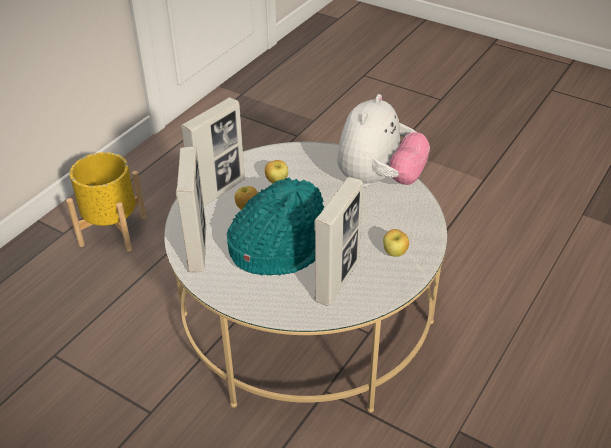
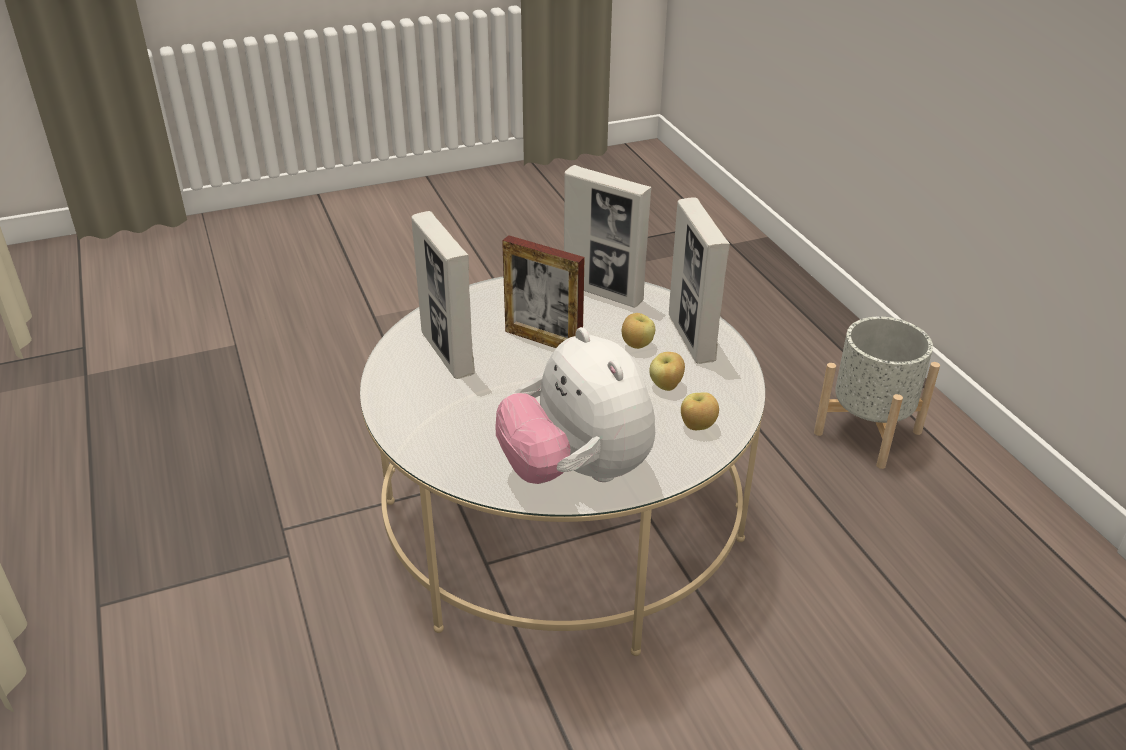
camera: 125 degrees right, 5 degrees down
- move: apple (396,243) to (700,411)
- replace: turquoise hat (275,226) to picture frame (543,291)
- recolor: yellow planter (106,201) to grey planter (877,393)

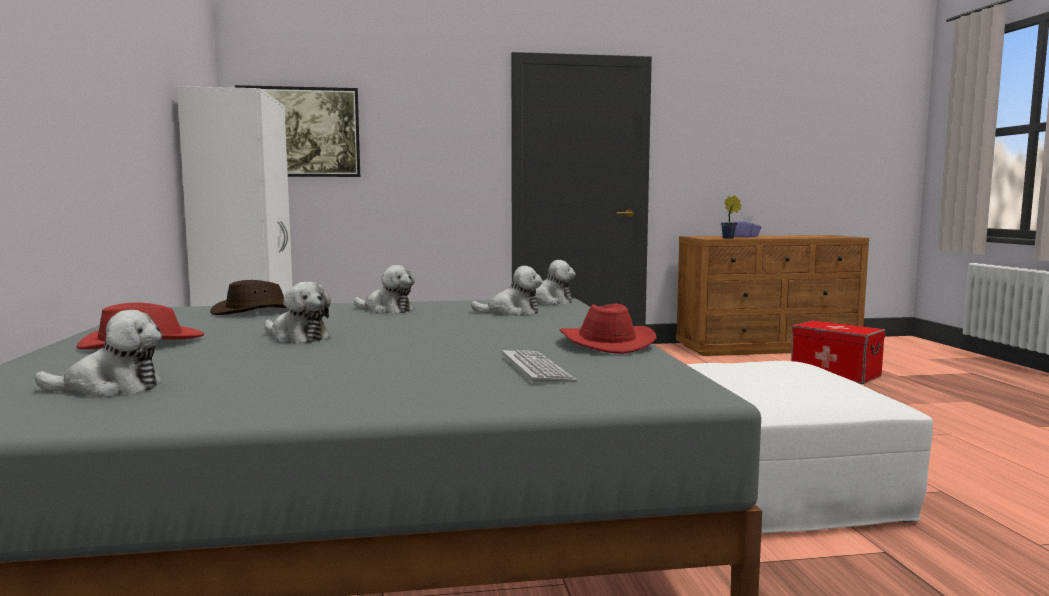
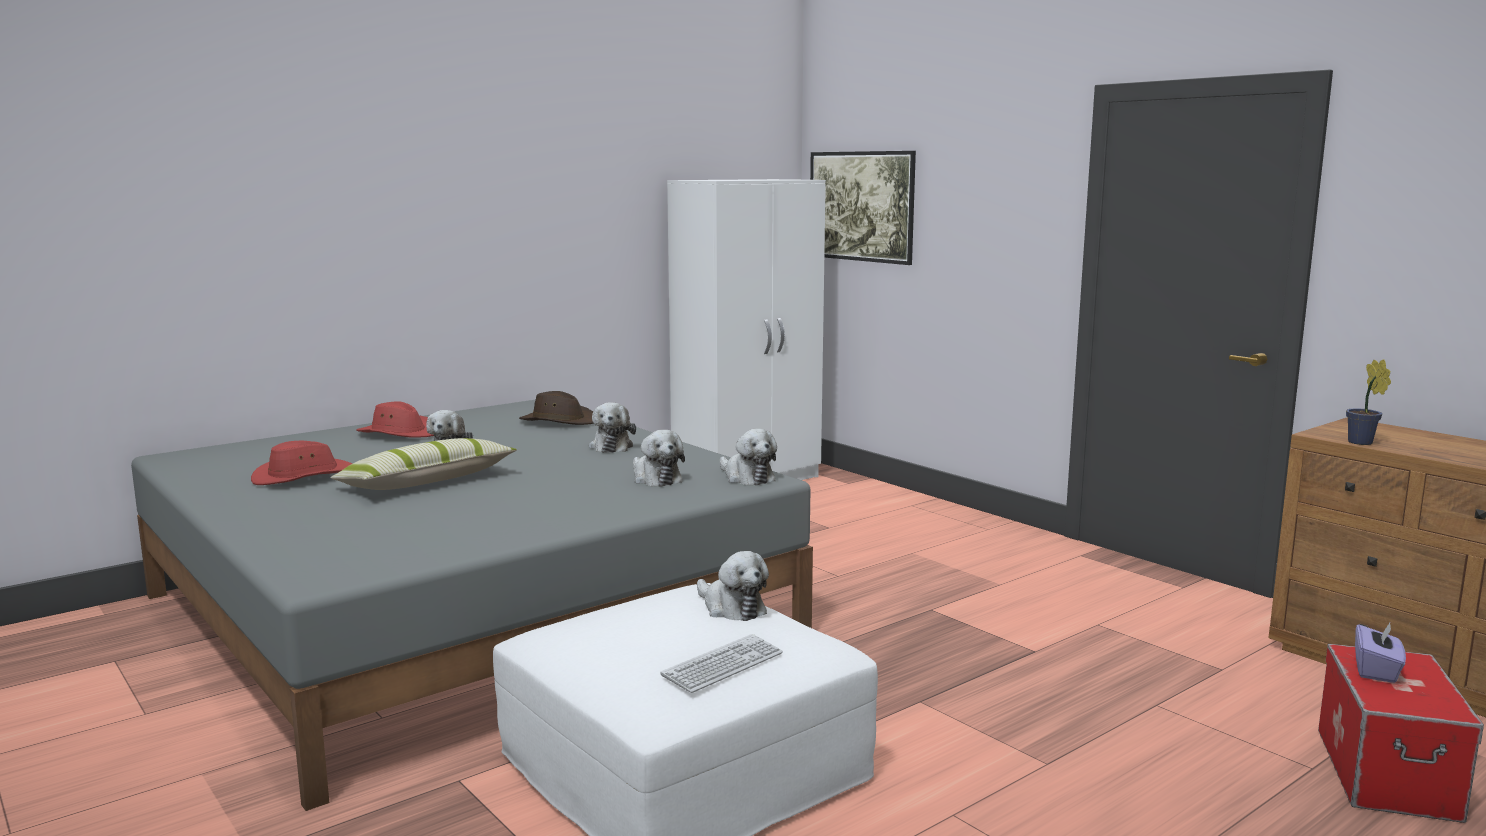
camera: 60 degrees right, 5 degrees up
- insert: pillow (423,464)
- move: plush toy (98,354) to (733,586)
- move: keyboard (539,366) to (721,663)
- move: red hat (608,329) to (301,463)
- move: purple tissue box (748,226) to (1380,652)

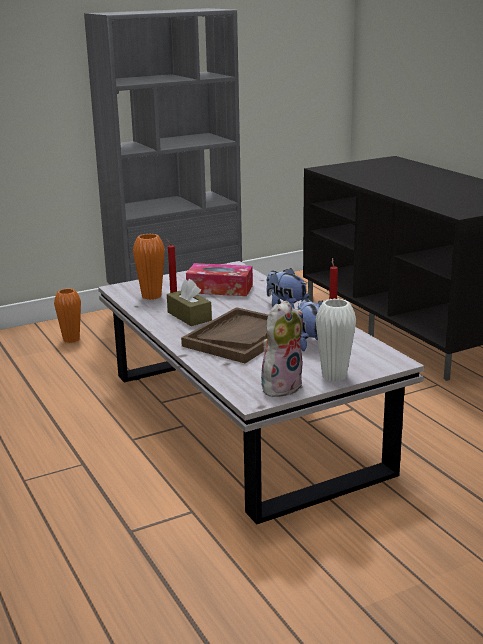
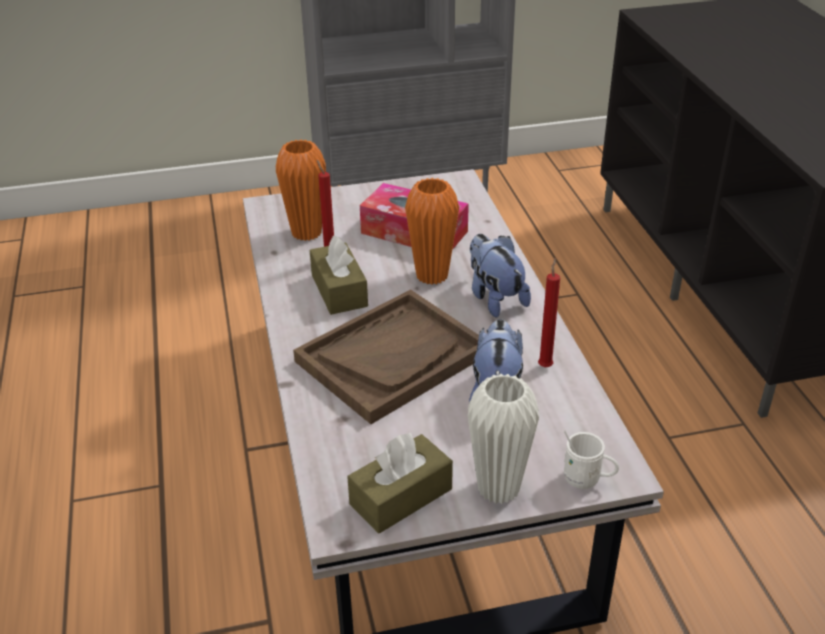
camera: 15 degrees right, 15 degrees up
- insert: white mug (591,460)
- move: orange vase (67,315) to (432,231)
- replace: plush toy (282,348) to brown tissue box (400,483)

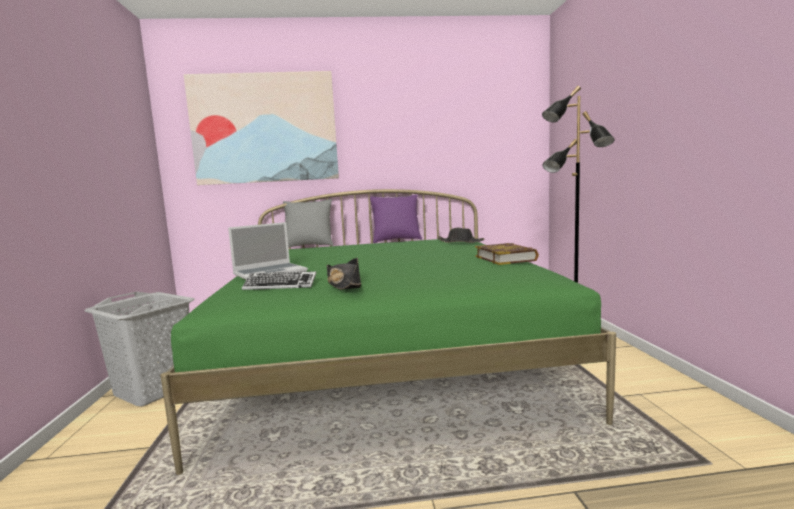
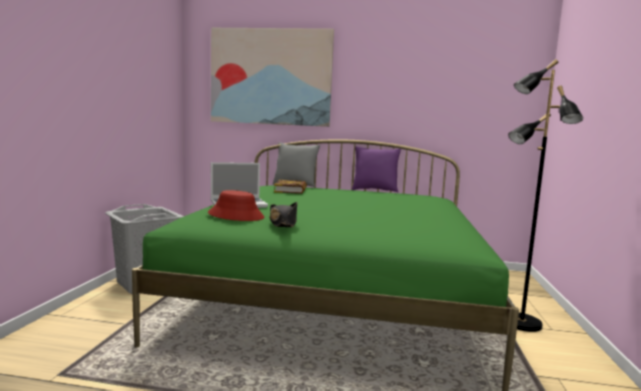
camera: 15 degrees right, 0 degrees up
- delete: black hat (460,235)
- move: book (507,254) to (290,187)
- replace: keyboard (279,280) to red hat (236,205)

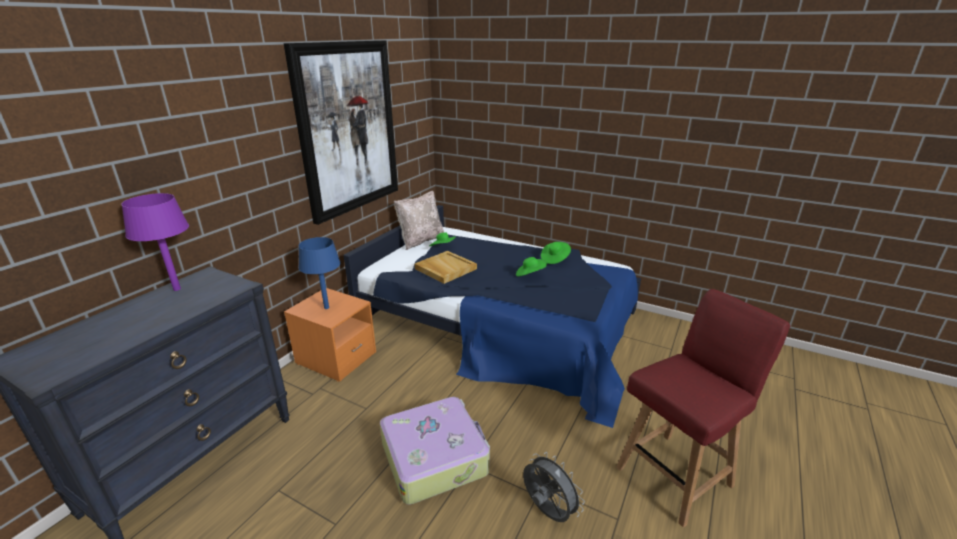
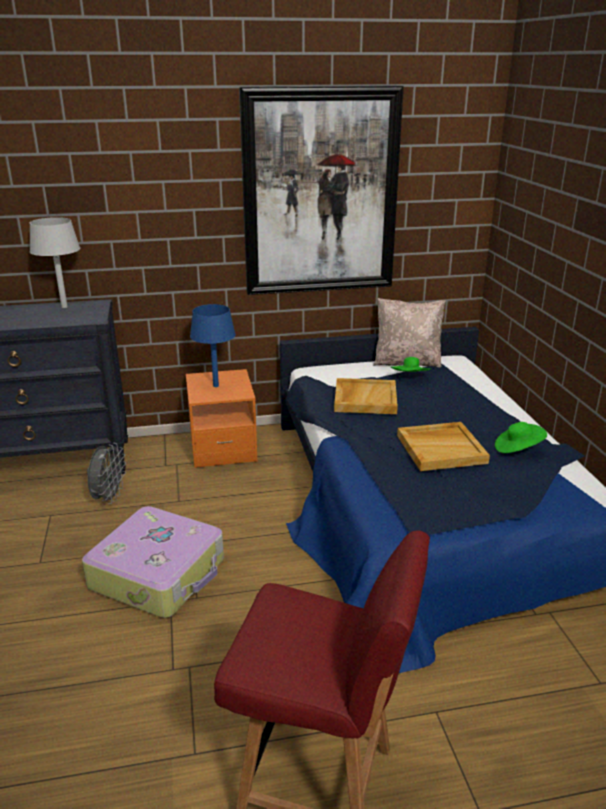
camera: 50 degrees right, 0 degrees up
- move: grey fan (554,487) to (106,473)
- replace: green hat (531,267) to beige tray (443,446)
- recolor: purple table lamp (155,242) to grey table lamp (54,262)

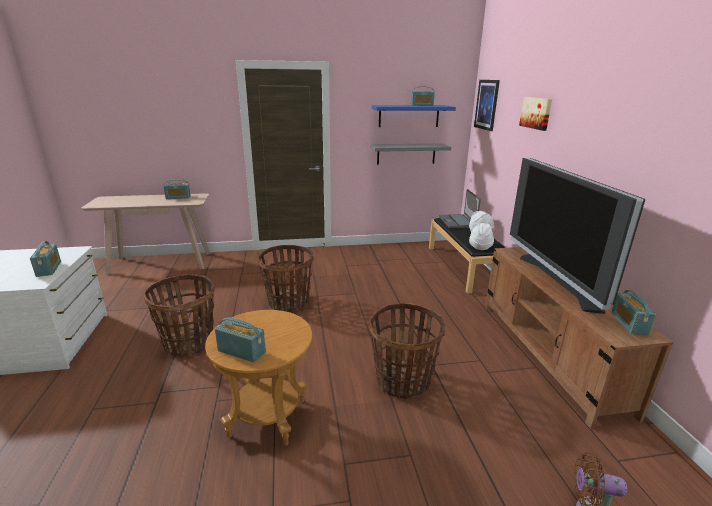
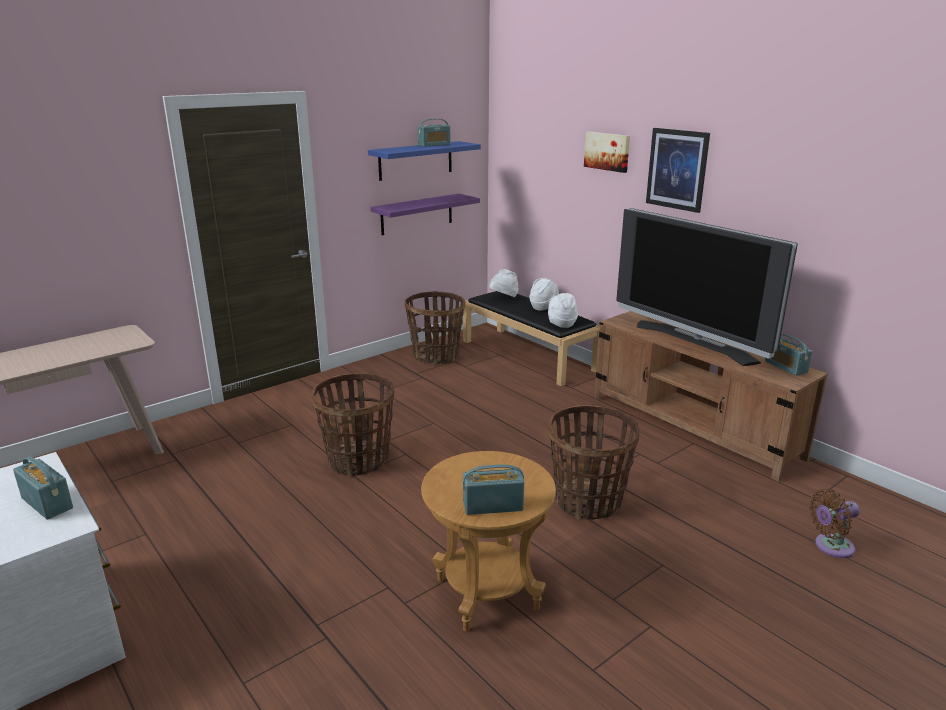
camera: 30 degrees left, 0 degrees up
- delete: radio (177,189)
- move: basket (179,315) to (434,328)
- move: picture (487,105) to (678,170)
- replace: laptop (460,208) to white hat (504,283)
- recolor: grey shelf (410,154) to purple shelf (425,214)

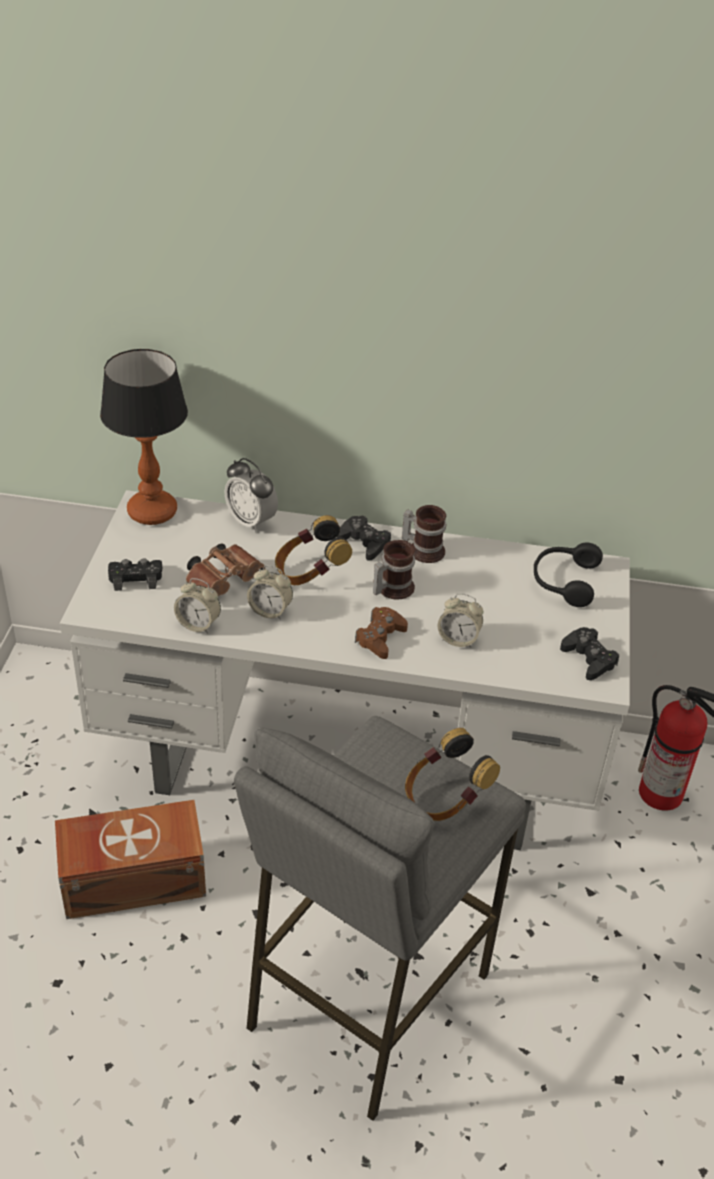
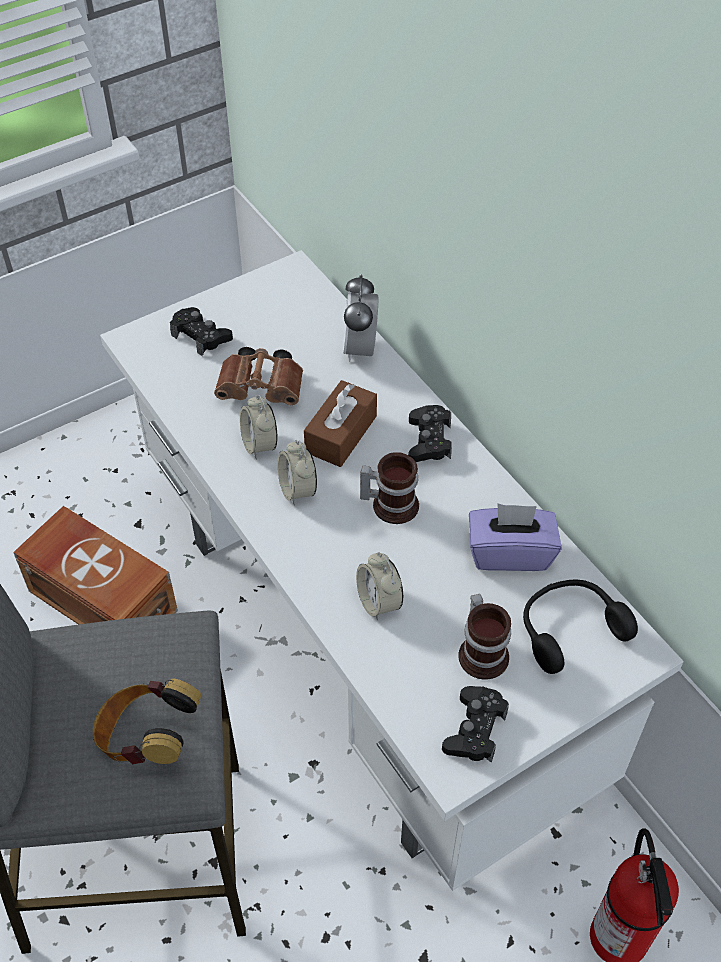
camera: 50 degrees right, 10 degrees up
- delete: table lamp (144,437)
- delete: brown game controller (381,633)
- insert: purple tissue box (515,537)
- move: alarm clock (197,605) to (297,472)
- move: mug (424,534) to (484,637)
- replace: headphones (313,550) to brown tissue box (340,423)

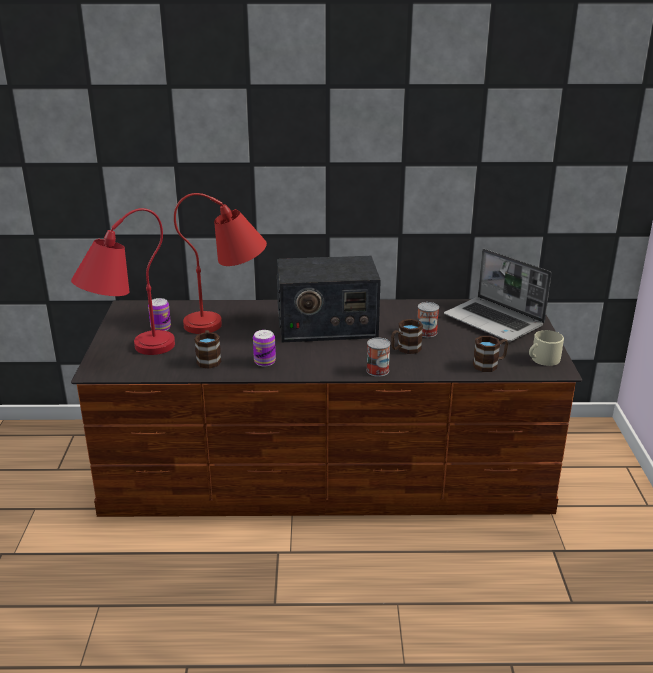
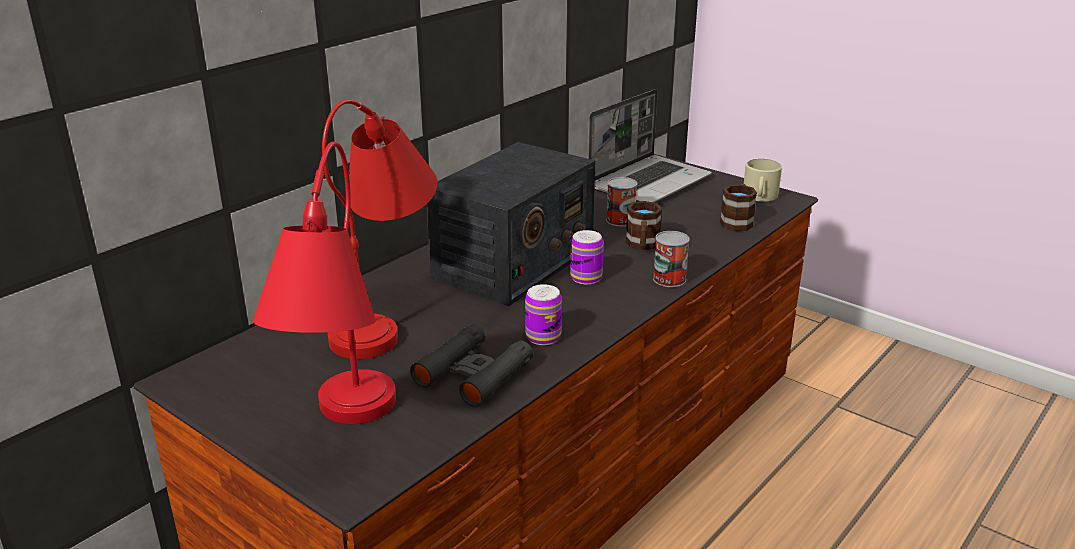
camera: 50 degrees left, 0 degrees up
- move: can (159,314) to (587,257)
- replace: brown mug (208,349) to black binoculars (471,365)
- rotate: laptop (497,295) = (650,146) 45 degrees counterclockwise

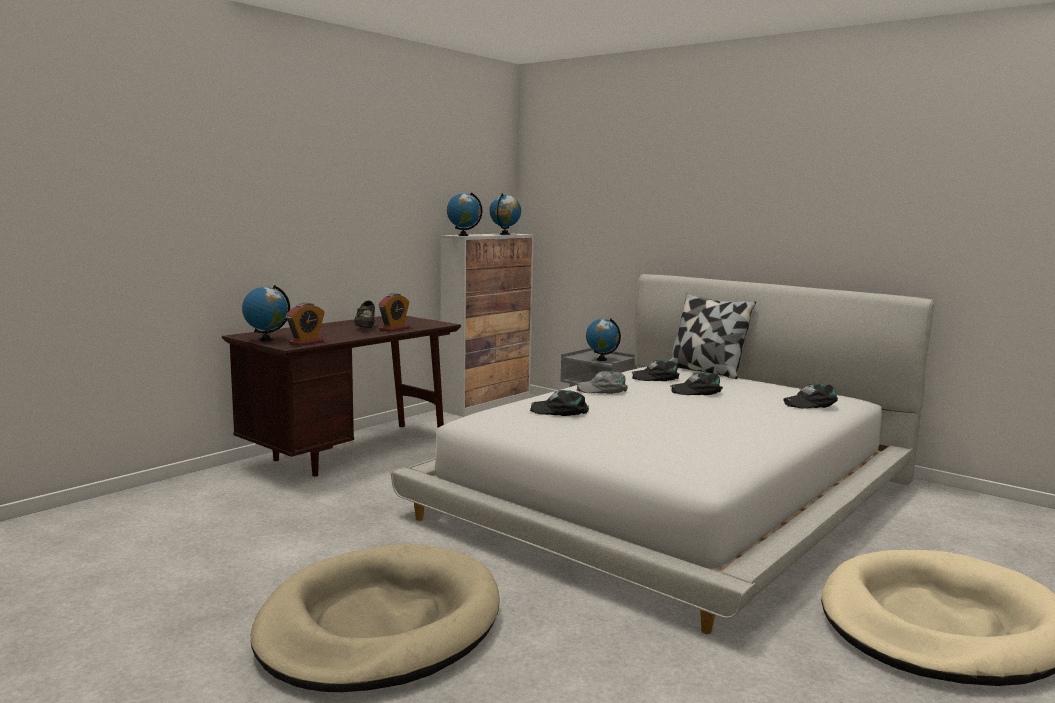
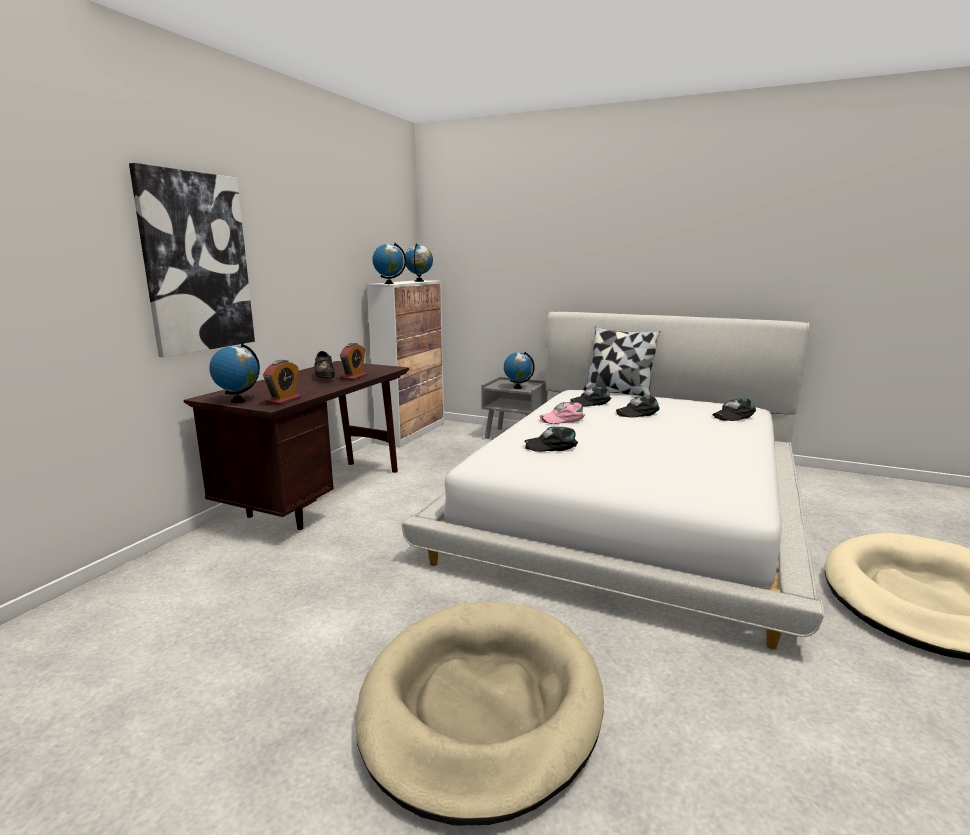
camera: 15 degrees left, 5 degrees up
- insert: picture (192,260)
- recolor: grey cap (602,382) to pink cap (562,413)

